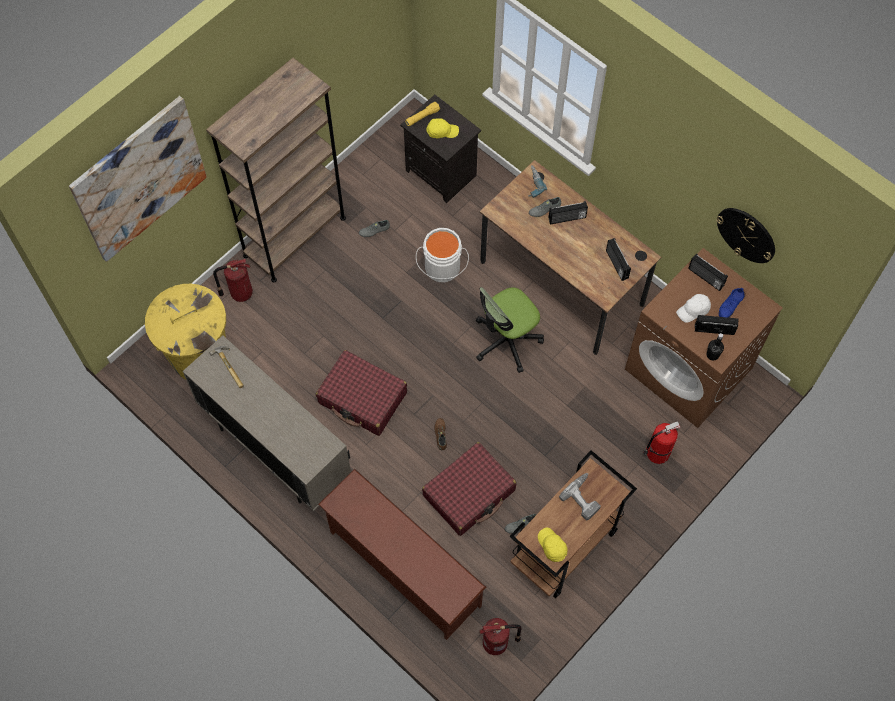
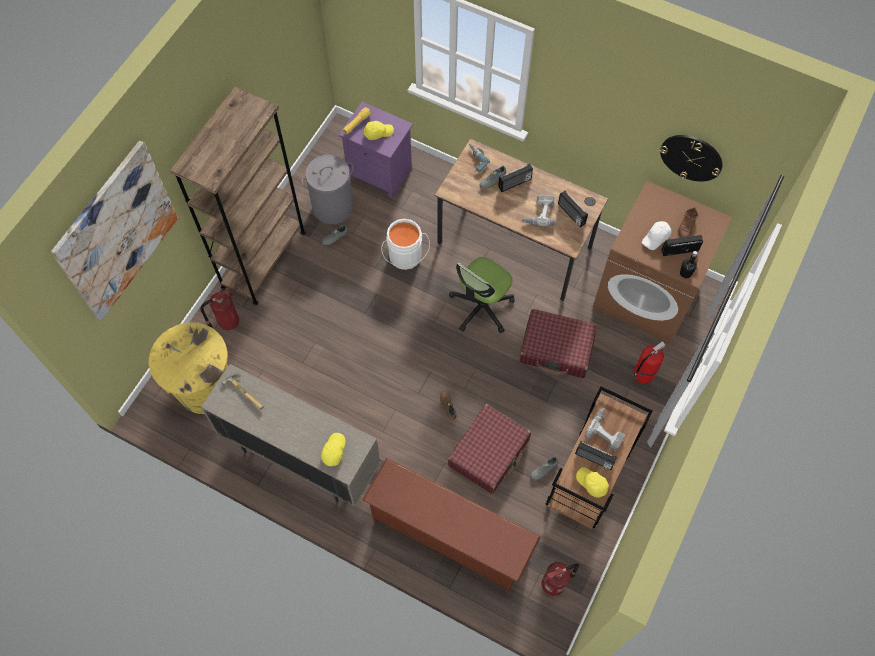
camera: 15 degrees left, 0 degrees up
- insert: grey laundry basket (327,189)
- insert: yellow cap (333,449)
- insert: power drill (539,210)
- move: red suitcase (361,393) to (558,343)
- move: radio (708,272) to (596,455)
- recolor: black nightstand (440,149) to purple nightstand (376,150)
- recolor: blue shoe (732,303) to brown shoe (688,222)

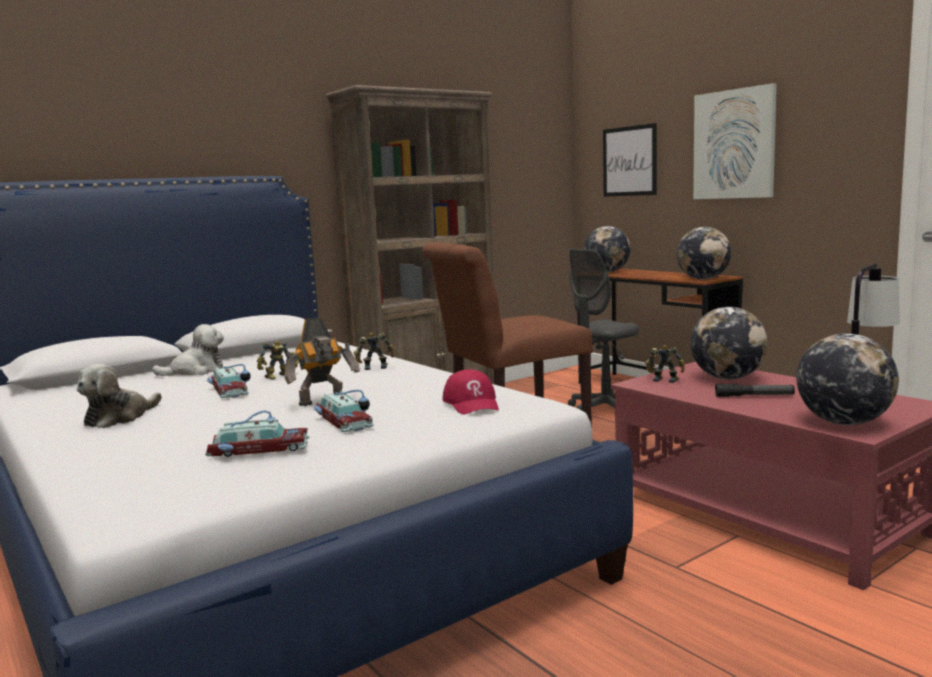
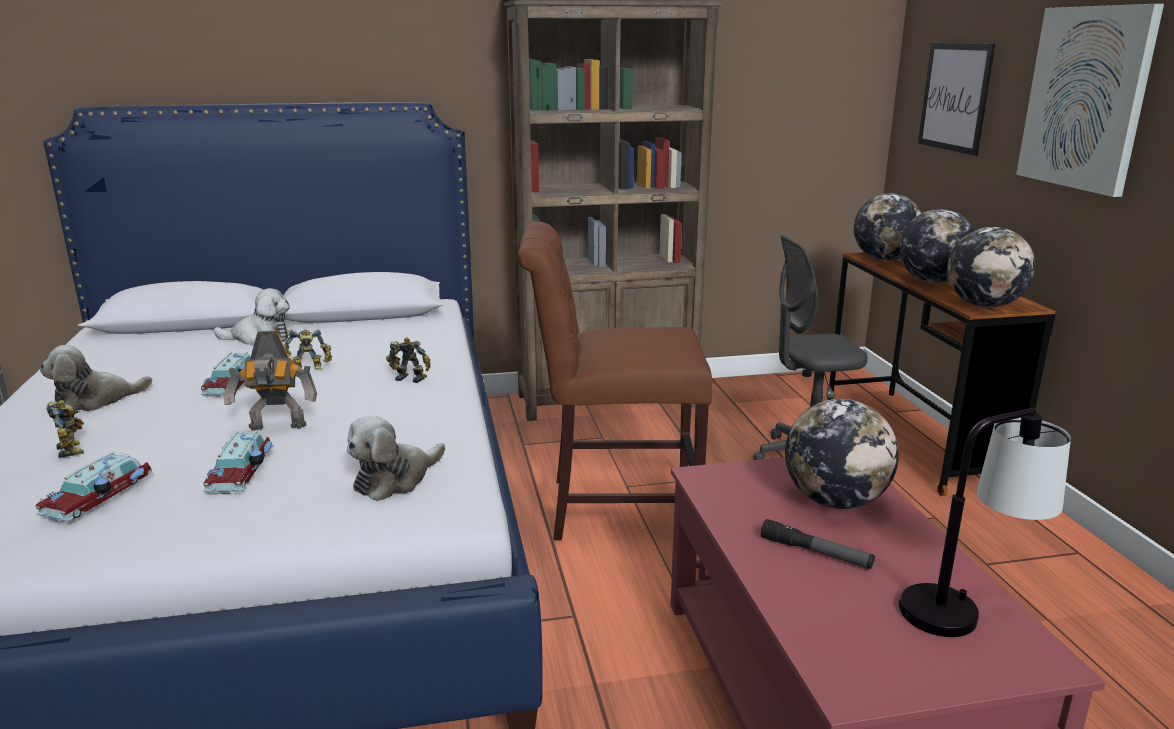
camera: 25 degrees right, 10 degrees up
- move: toy robot (665,364) to (65,429)
- move: globe (848,379) to (937,246)
- replace: red cap (471,392) to plush toy (396,458)
- rotate: toy car (257,434) = (93,487) 90 degrees clockwise

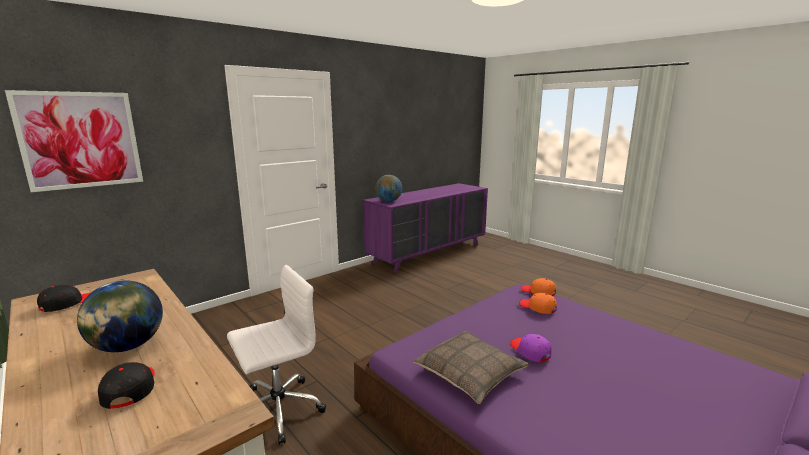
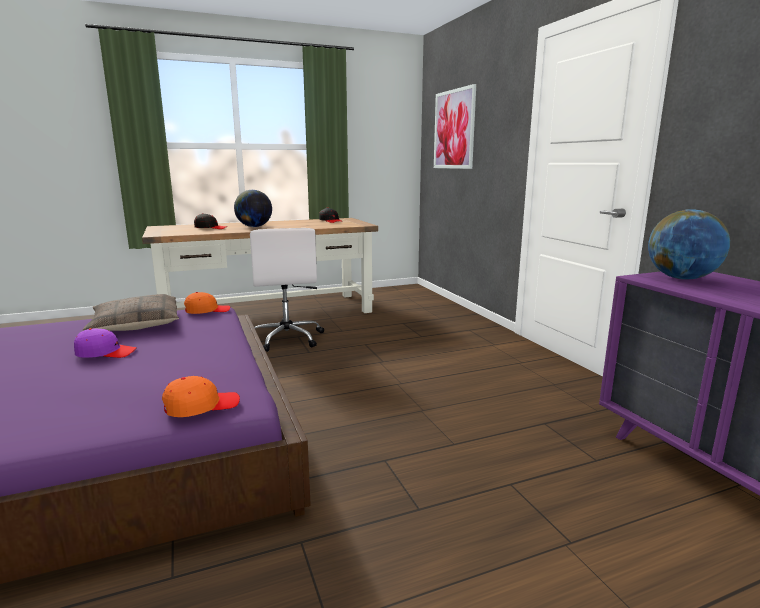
camera: 110 degrees right, 0 degrees up
- move: orange cap (538,303) to (207,303)

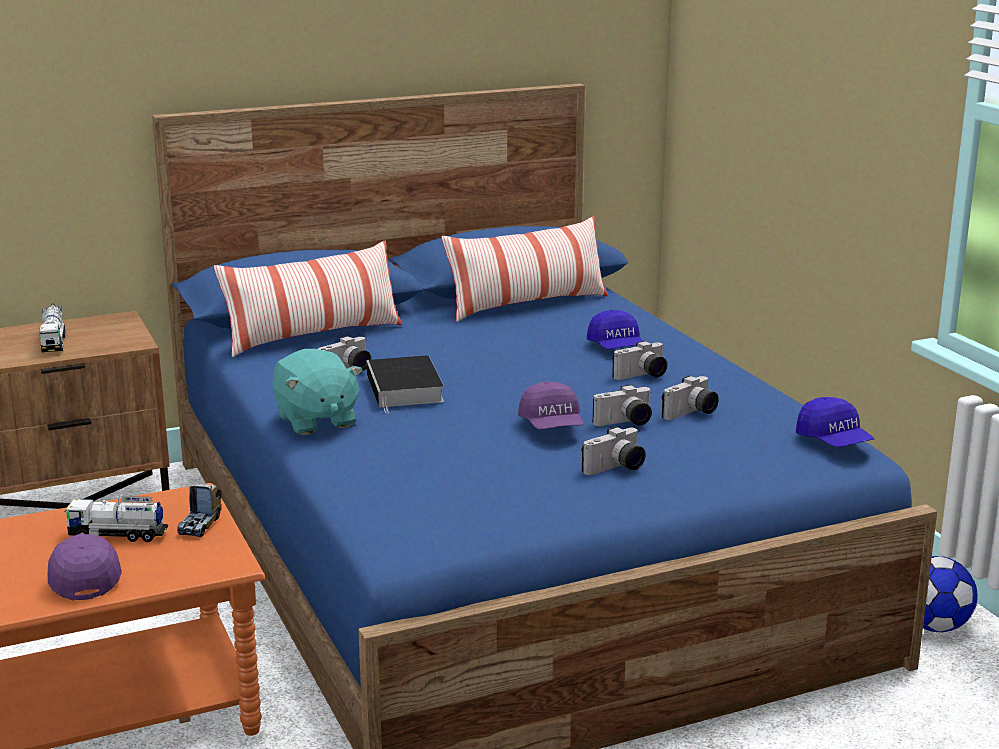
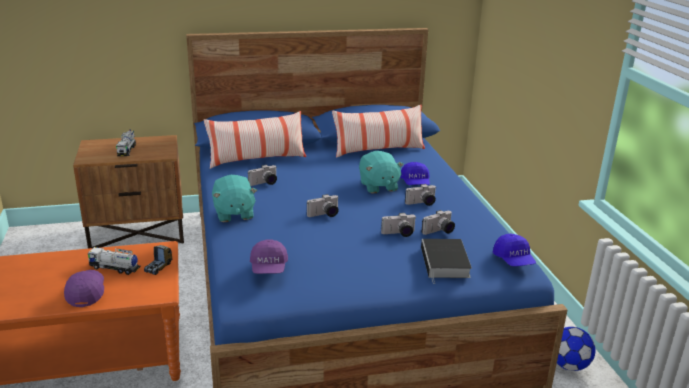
camera: 10 degrees right, 5 degrees up
- insert: turquoise plush toy (381,172)
- move: book (405,384) to (446,261)
- move: purple cap (550,405) to (269,257)
- move: photo camera (614,451) to (323,205)

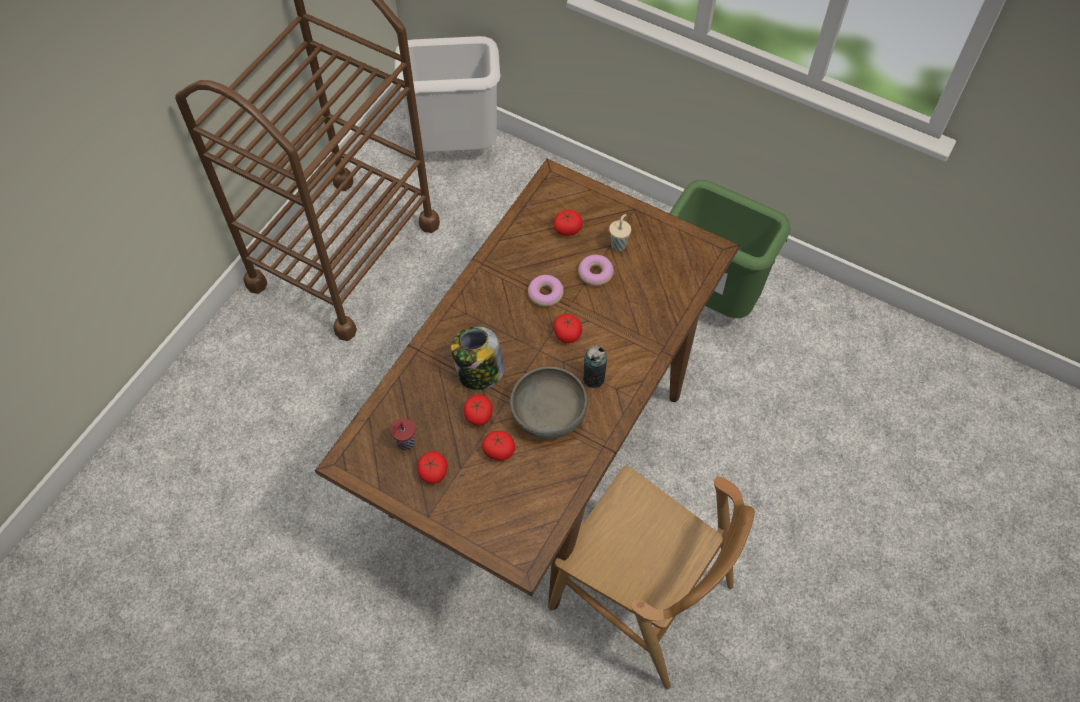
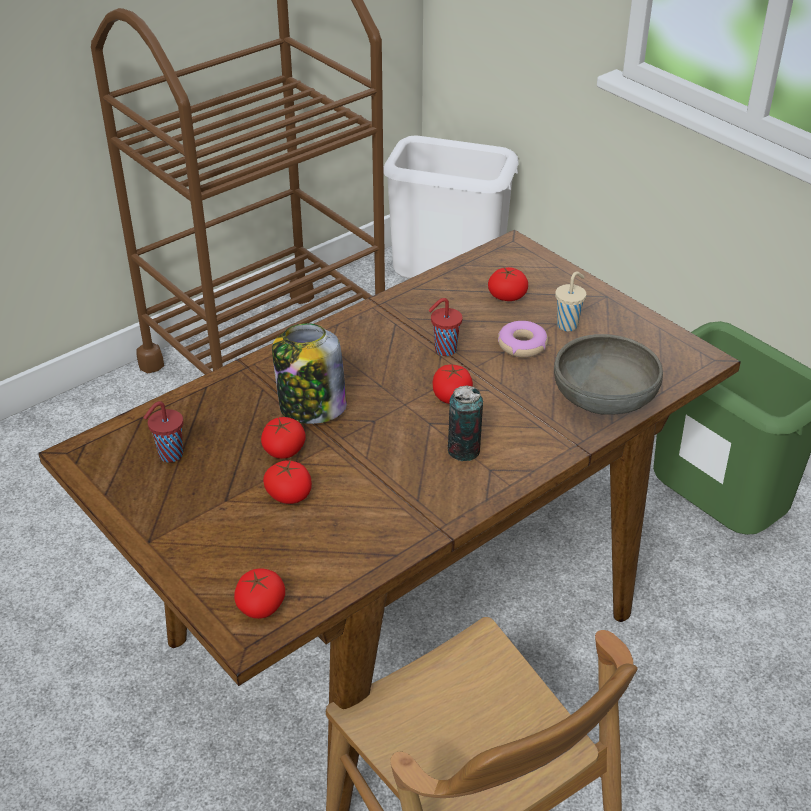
camera: 20 degrees right, 20 degrees down
- move: tomato (432,467) to (259,593)
- move: grey bowl (549,402) to (608,374)
- replace: donut (546,291) to red cup (446,327)

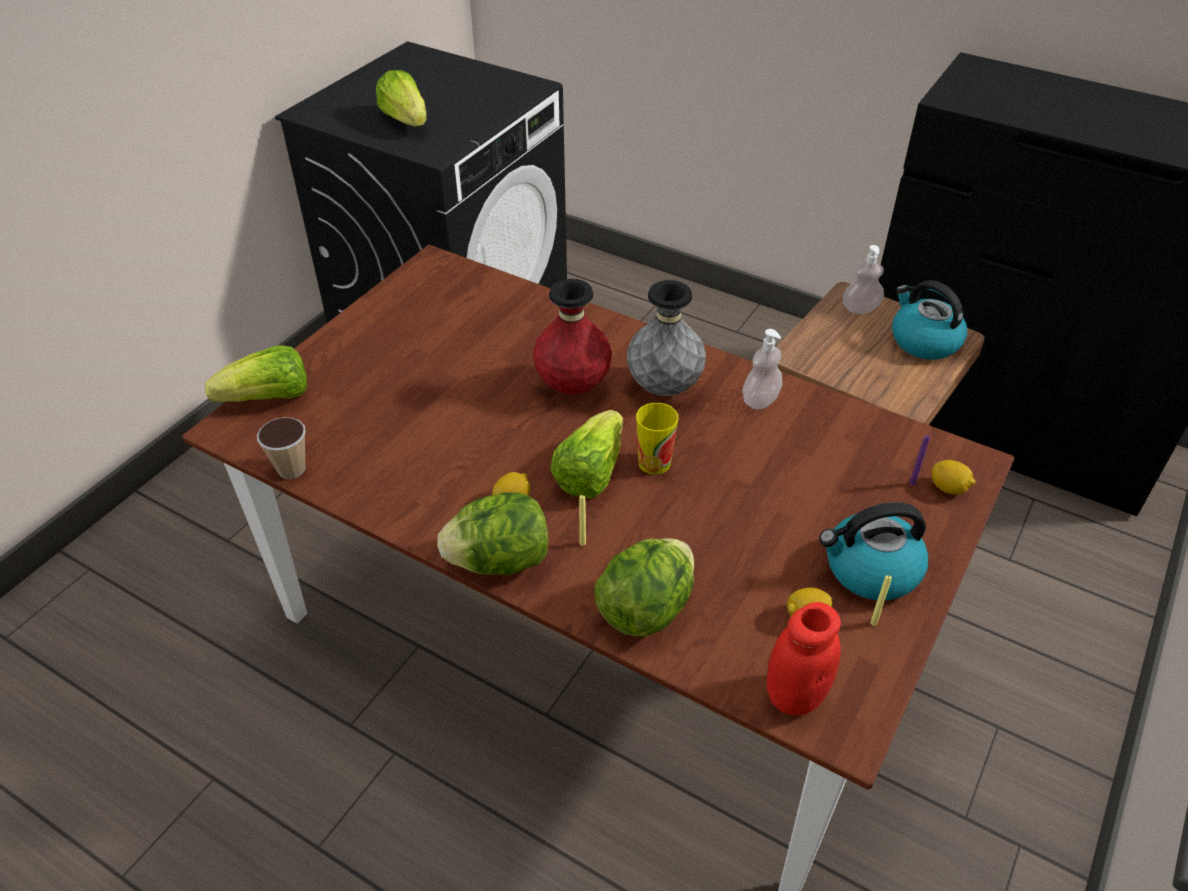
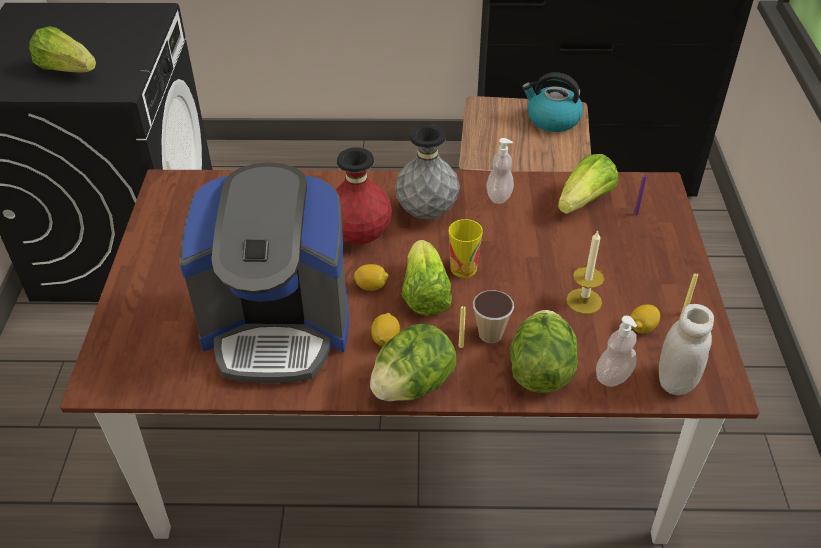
camera: 30 degrees left, 0 degrees up
- delete: kettle (873,551)
- insert: coffee machine (264,272)
- insert: candle (585,272)
- move: lettuce (256,373) to (588,184)
- move: cup (281,448) to (493,316)
- move: soap dispenser (863,279) to (616,351)
- move: lemon (954,477) to (371,277)
- recolor: red jar (804,658) to white jar (686,349)

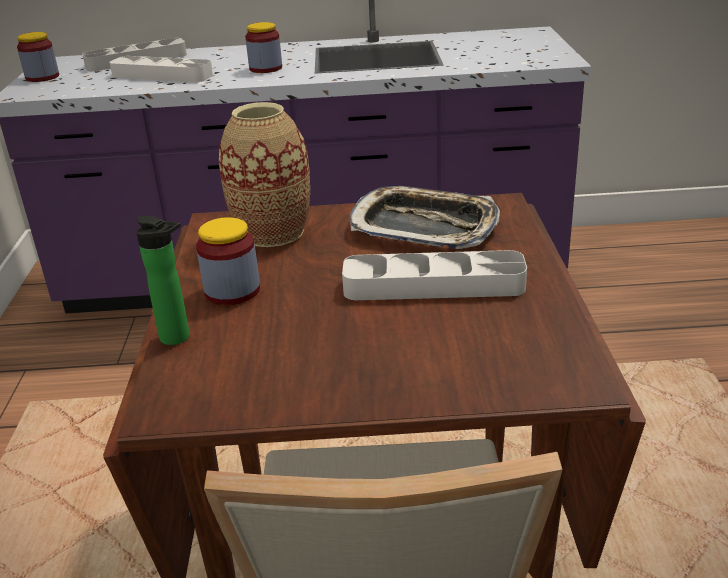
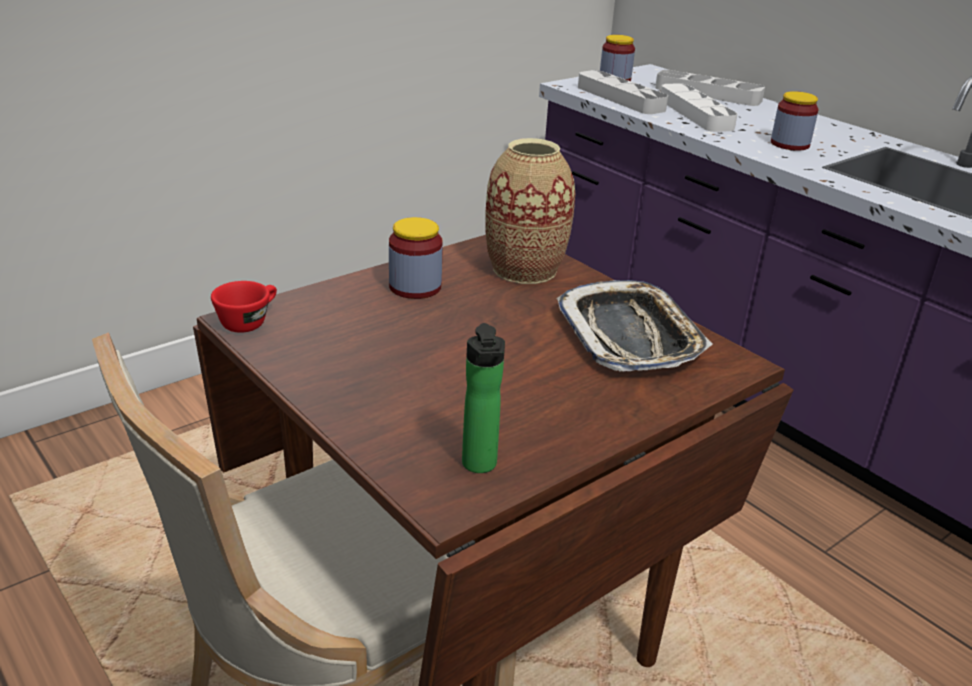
camera: 50 degrees right, 0 degrees up
- insert: red cup (244,307)
- move: bottle (163,280) to (483,398)
- move: grey tray (434,275) to (623,92)

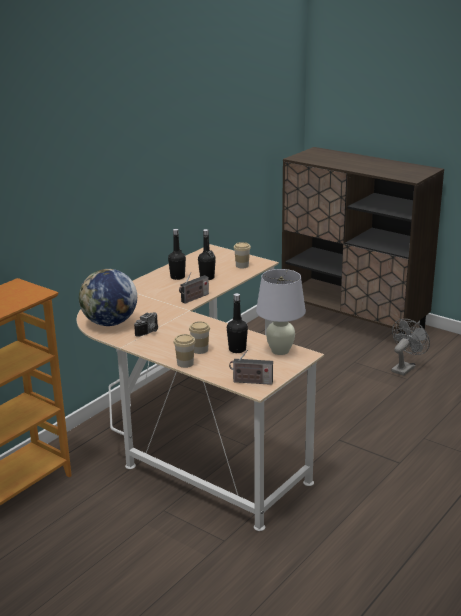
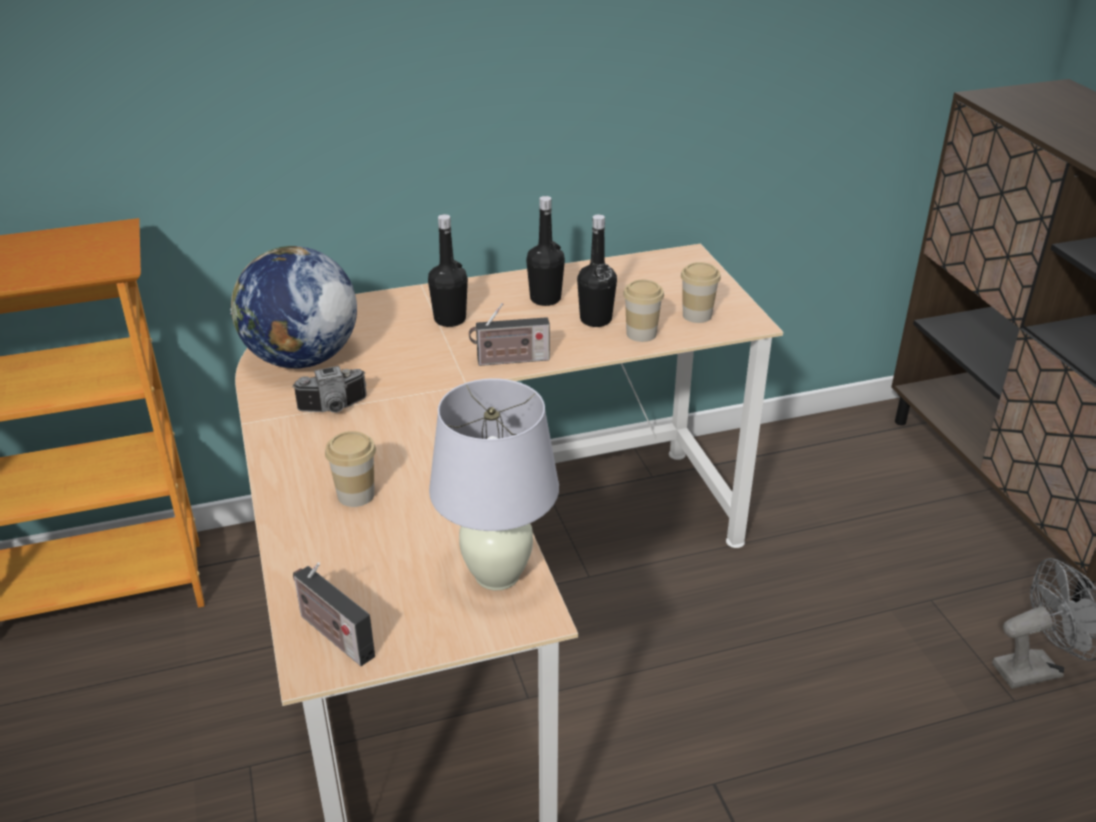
camera: 35 degrees right, 10 degrees up
- move: cup (184,351) to (643,311)
- move: black bottle (237,323) to (448,270)

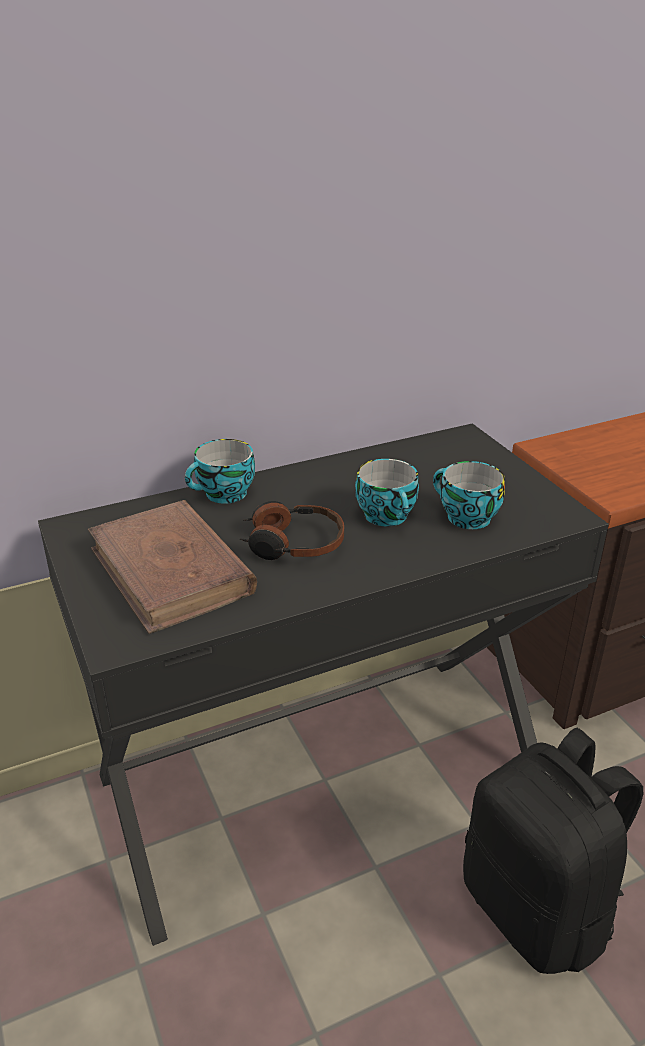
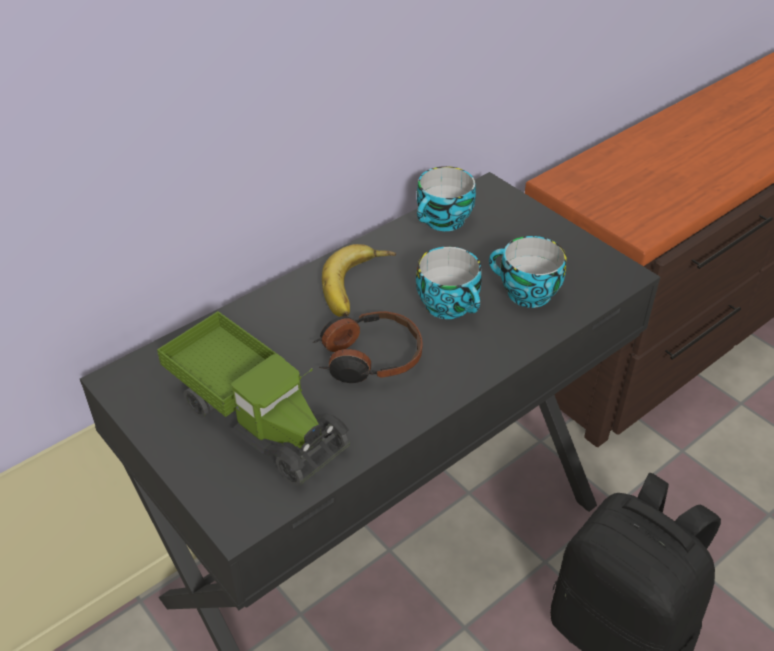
camera: 15 degrees left, 10 degrees up
- insert: banana (359,280)
- move: cup (220,471) to (446,198)
- replace: brown book (172,567) to toy truck (253,398)

